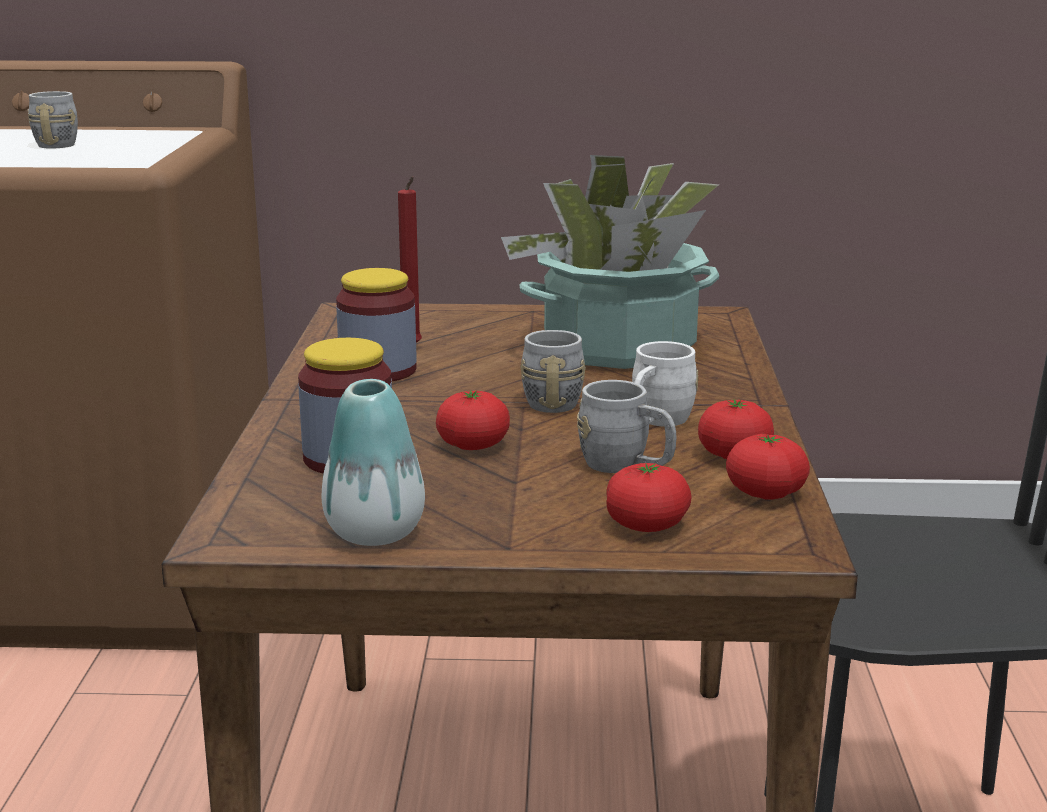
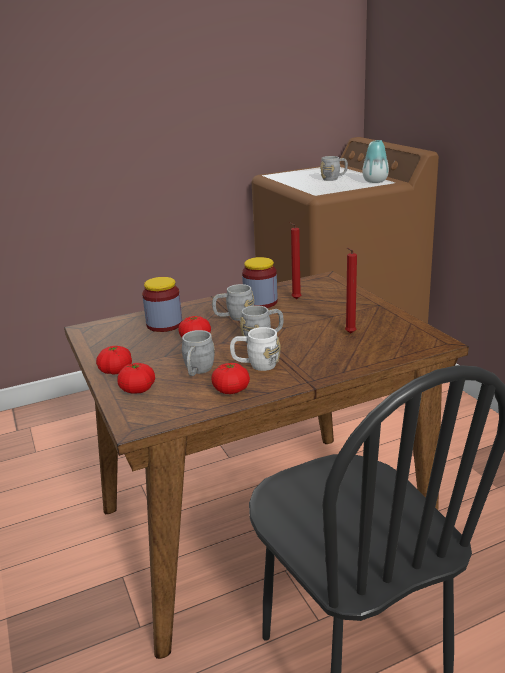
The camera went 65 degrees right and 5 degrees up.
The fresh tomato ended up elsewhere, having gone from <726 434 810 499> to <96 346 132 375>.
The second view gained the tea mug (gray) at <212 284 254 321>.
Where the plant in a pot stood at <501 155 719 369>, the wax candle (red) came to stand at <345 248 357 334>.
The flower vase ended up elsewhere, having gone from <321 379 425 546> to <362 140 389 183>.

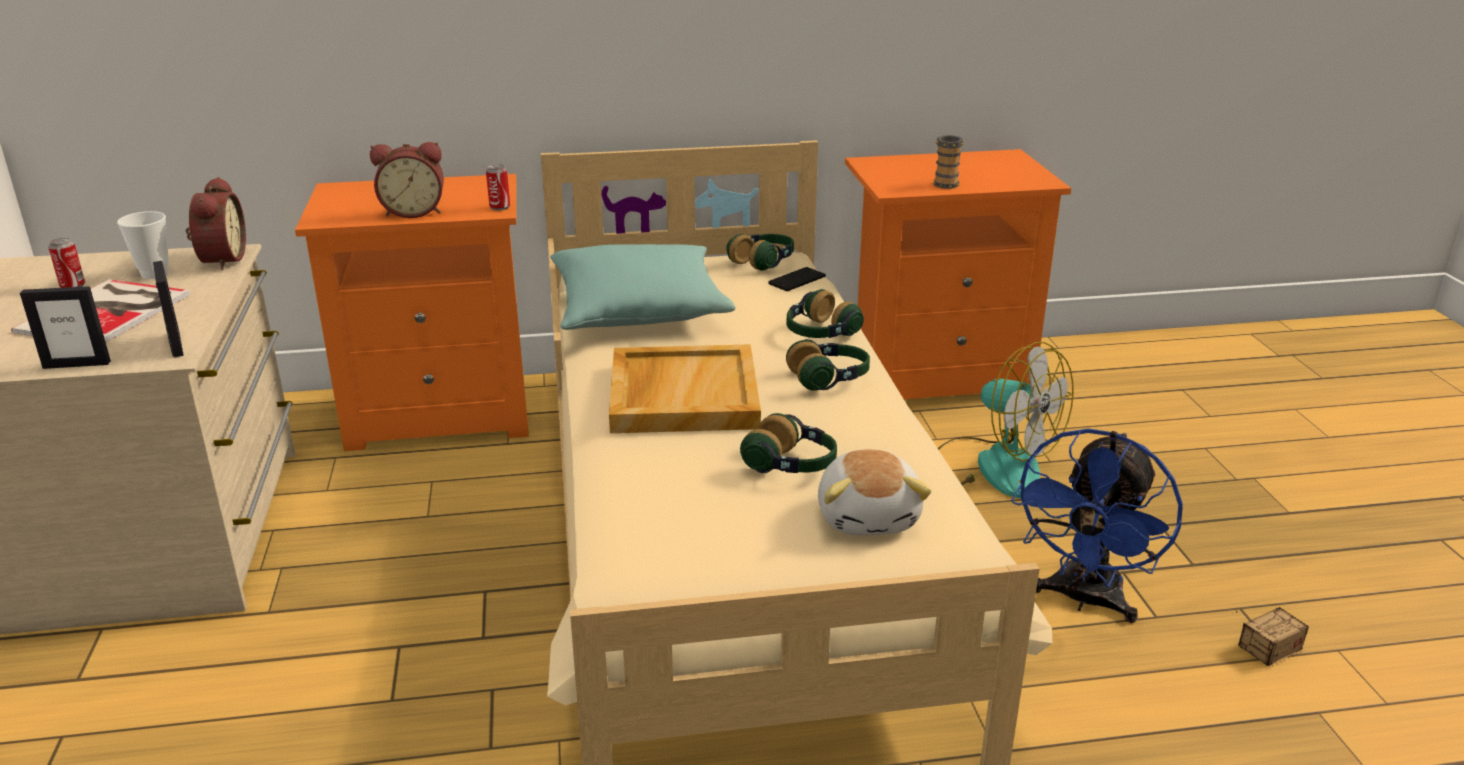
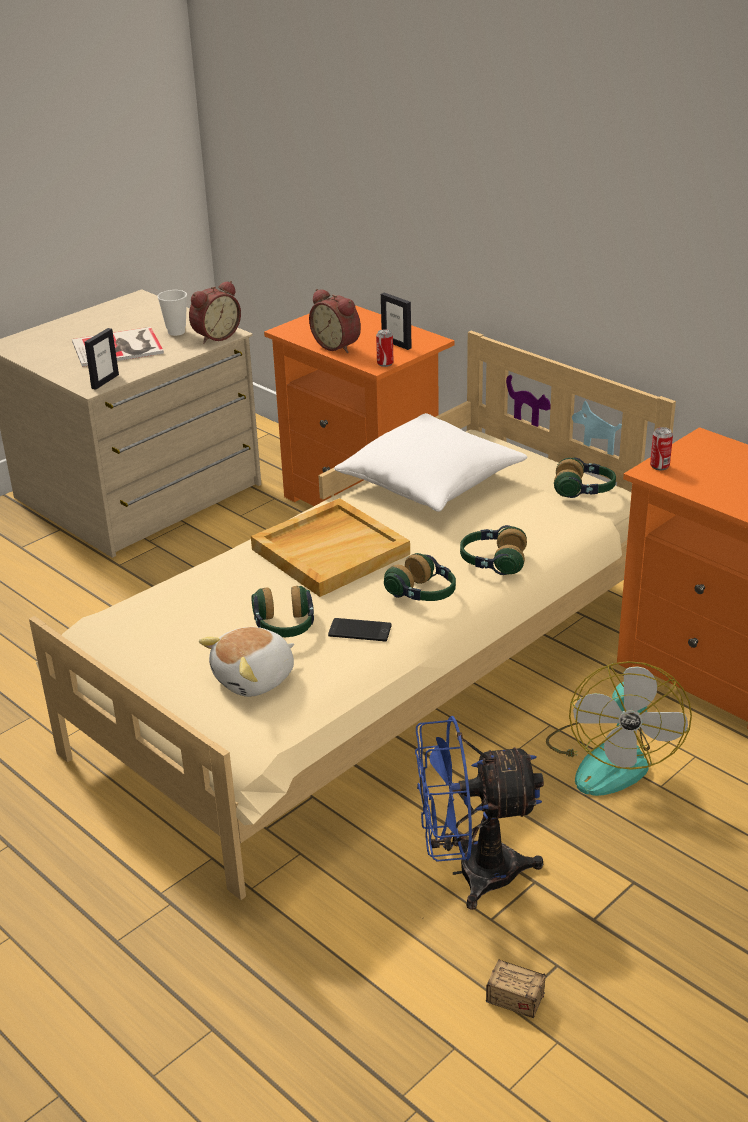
The camera went 55 degrees right and 5 degrees up.
The telephone ended up elsewhere, having gone from <768 267 826 291> to <328 618 391 642>.
What was the pillow (turquoise-coloured) at <550 244 736 330> turned into the pillow (whitish) at <334 413 527 512>.
The photo frame ended up elsewhere, having gone from <20 286 111 369> to <381 293 412 350>.
The metal can ended up elsewhere, having gone from <48 238 85 288> to <650 427 673 470>.
The second view lost the tea mug at <932 135 964 189>.

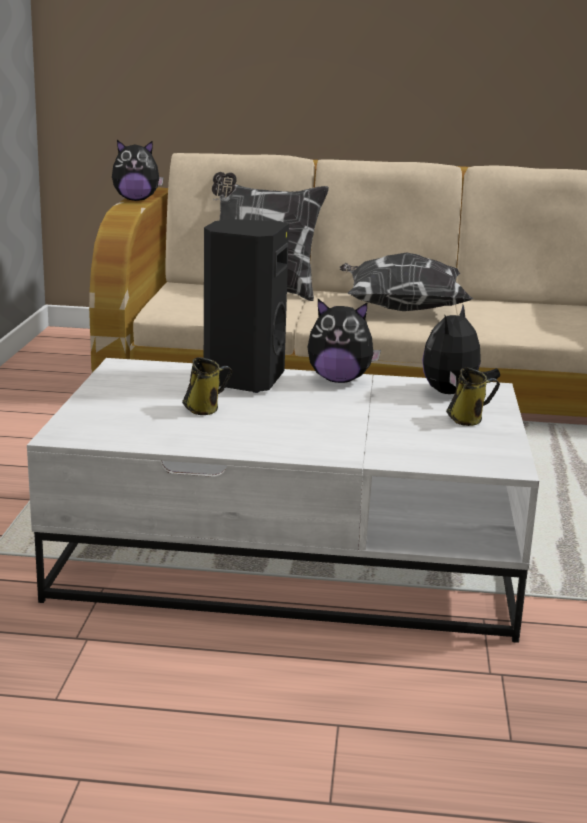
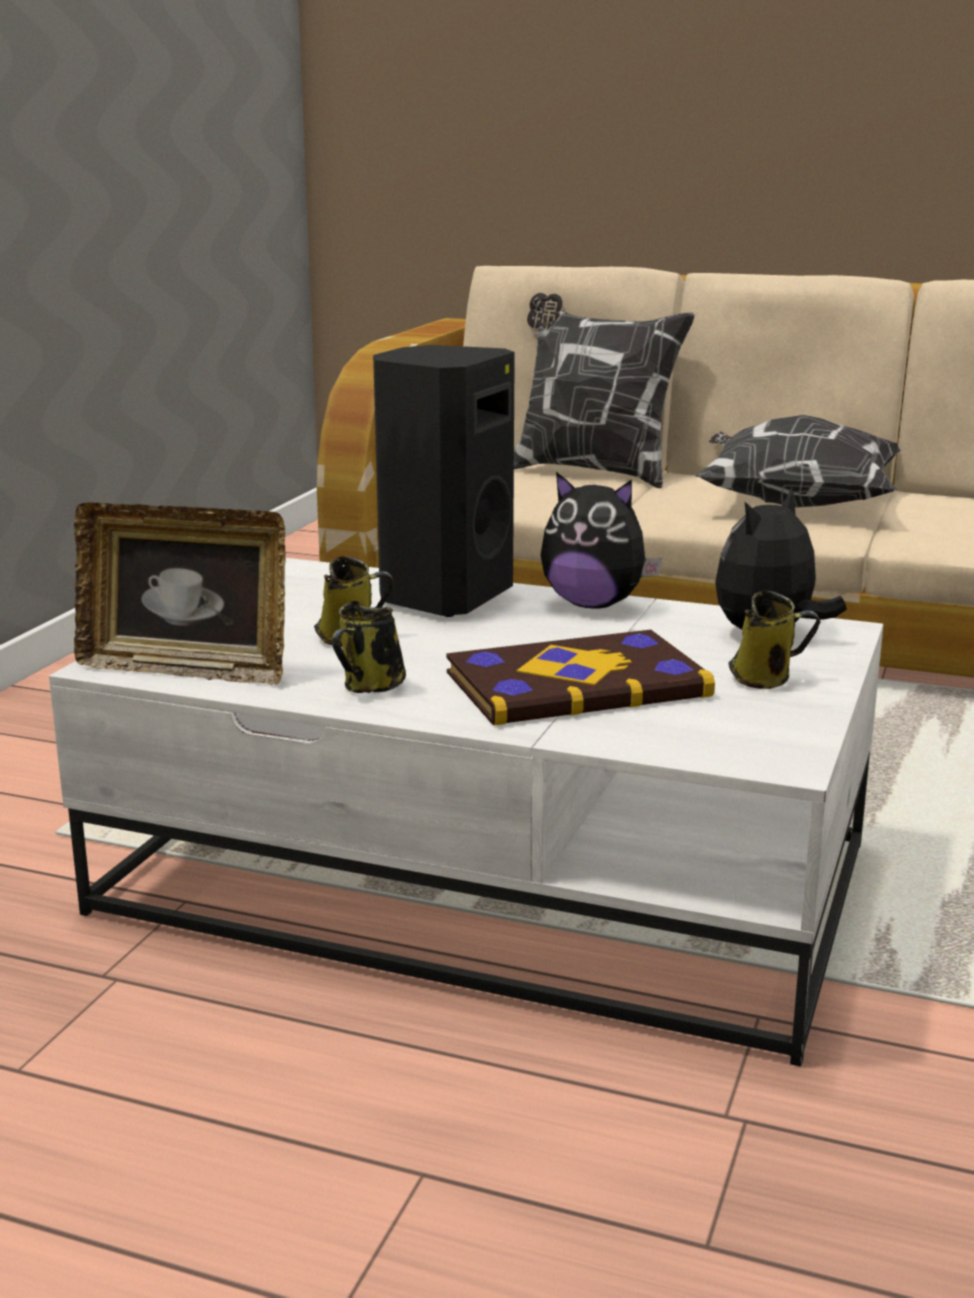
The camera went 15 degrees right and 0 degrees up.
The second view gained the photo frame at <74 502 286 685>.
The second view gained the tea mug at <331 601 406 693>.
The second view gained the bound book at <447 630 715 726>.
The second view lost the plush toy at <112 140 164 201>.

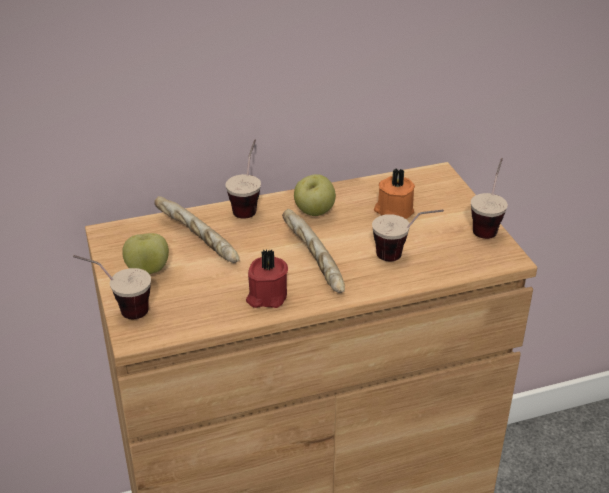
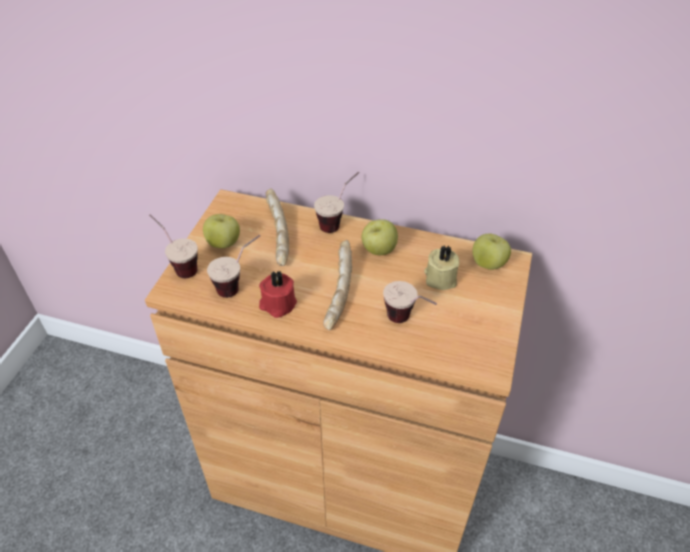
The camera went 35 degrees right and 10 degrees up.
The small cup ended up elsewhere, having gone from <471 158 508 239> to <207 235 260 298>.
What was the wax candle (orangey) at <374 168 415 219> turned into the wax candle (beige-coloured) at <424 246 459 290>.
The second view gained the whole apple at <472 234 511 270>.

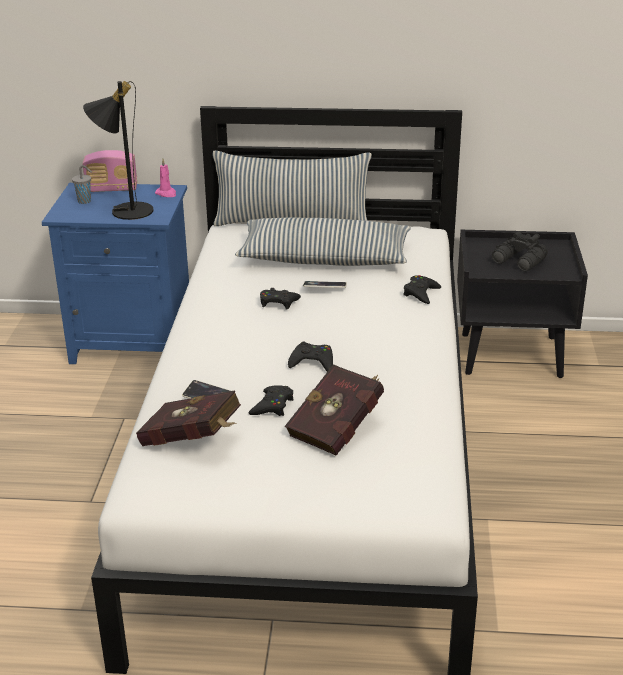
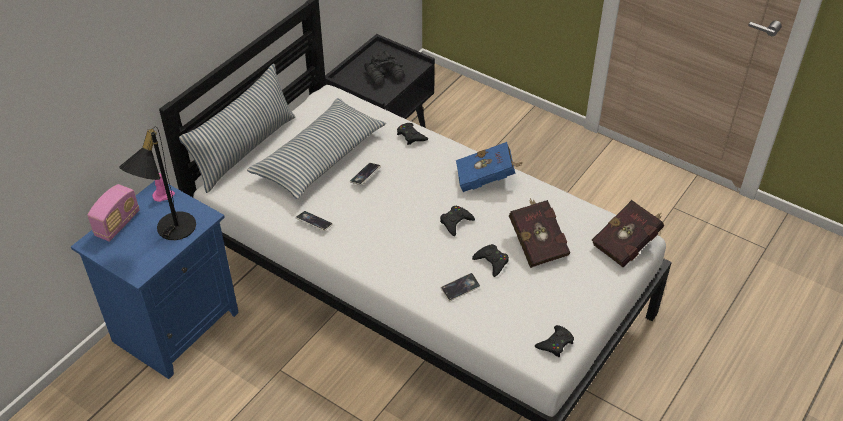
The camera went 60 degrees left and 15 degrees up.
The second view gained the telephone at <296 211 333 231>.
The second view gained the bound book (bluish) at <456 142 524 192>.
The joypad (blackish) ended up elsewhere, having gone from <260 288 301 310> to <535 325 574 357>.
The bound book (red) ended up elsewhere, having gone from <136 391 241 446> to <592 200 664 268>.
The second view lost the small cup (gray) at <72 165 92 204>.

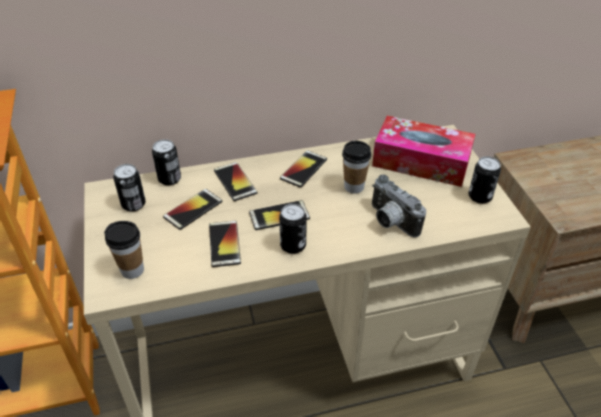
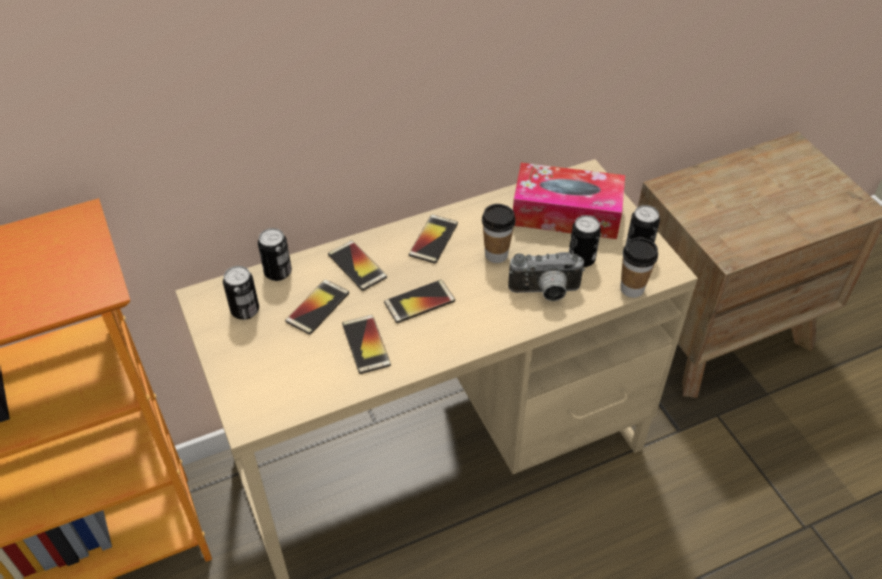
The camera went 10 degrees left and 5 degrees up.
The photo camera at <372 175 426 238> ended up facing another way, 45 degrees counterclockwise from before.
The metal can ended up elsewhere, having gone from <279 204 307 254> to <569 215 601 268>.
The small cup ended up elsewhere, having gone from <104 221 144 279> to <620 238 658 298>.

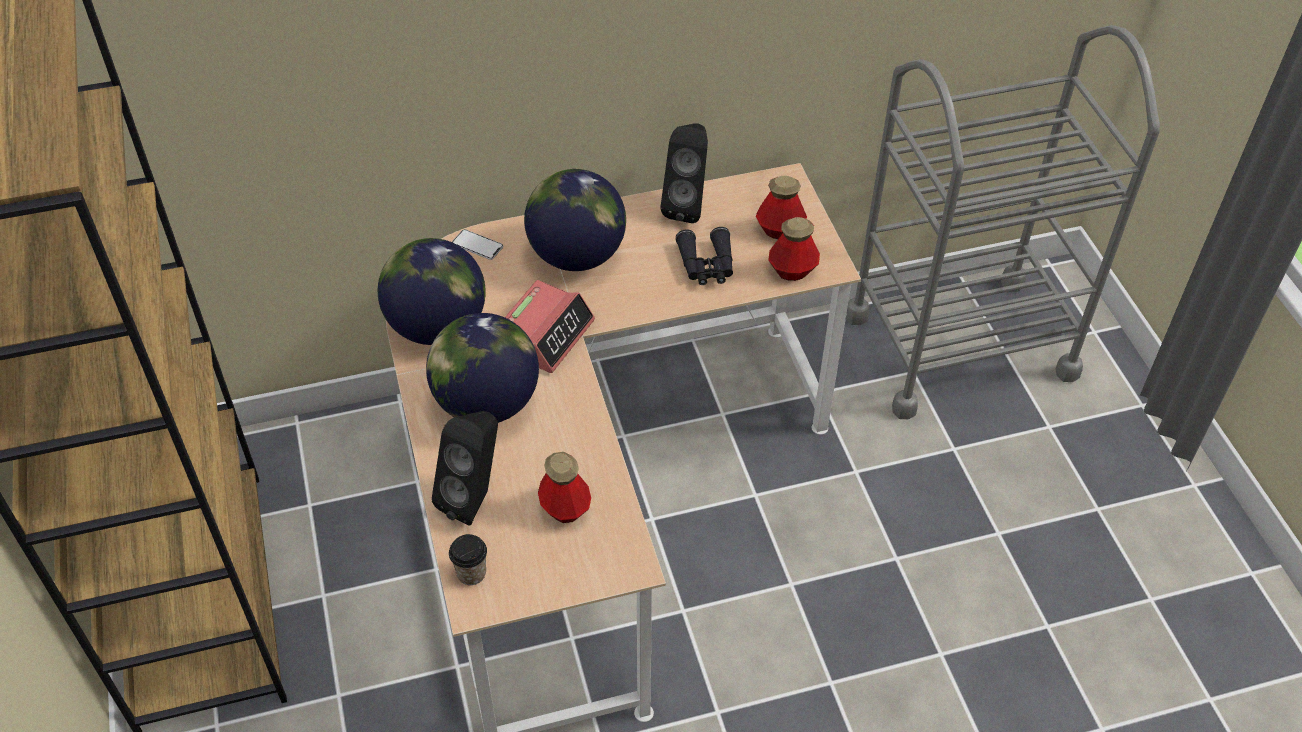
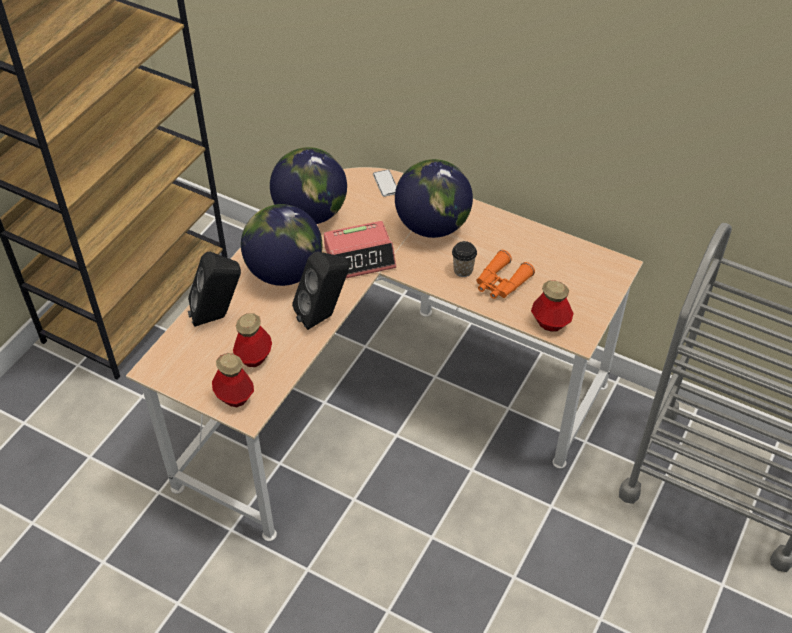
The camera went 45 degrees right and 0 degrees up.
The bottle ended up elsewhere, having gone from <756 175 807 239> to <212 353 254 407>.
The loudspeaker (blackish) ended up elsewhere, having gone from <661 123 708 223> to <292 251 349 330>.
The small cup ended up elsewhere, having gone from <449 534 487 585> to <452 241 477 277>.
What was the pair of binoculars (blackish) at <676 227 733 285> turned into the pair of binoculars (orangey) at <476 250 535 299>.

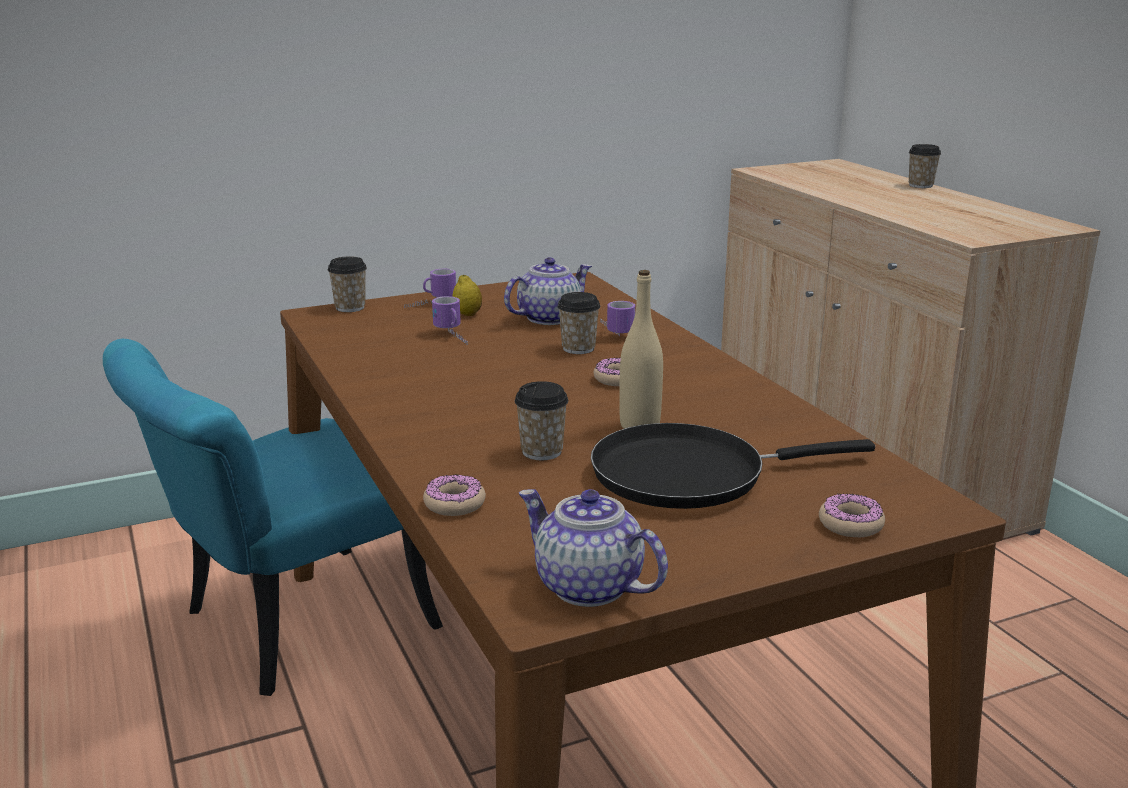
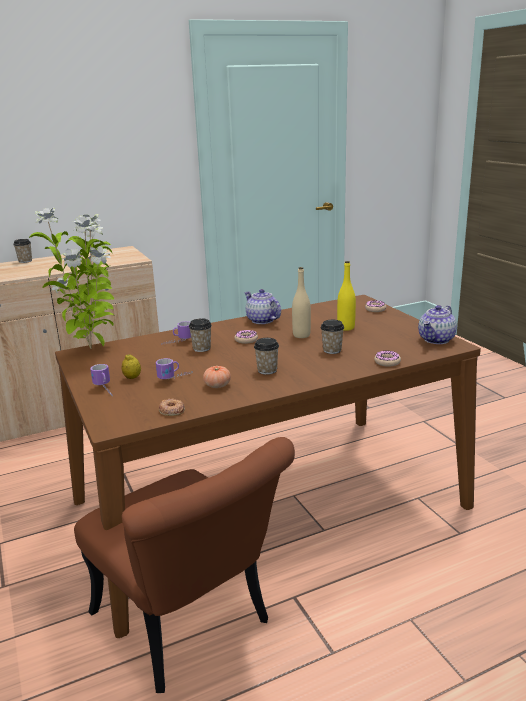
The camera went 90 degrees left and 0 degrees up.
The second view gained the plant in a pot at <29 207 115 349>.
What was the plain chair (turquoise-coloured) at <103 339 443 696> turned into the plain chair (brownish) at <74 437 295 693>.
The second view gained the doughnut at <159 398 185 416>.
The second view gained the fresh tomato at <203 366 231 388>.
The pot for tea ended up elsewhere, having gone from <504 257 592 325> to <244 289 281 324>.
The small cup ended up elsewhere, having gone from <328 256 367 312> to <254 338 279 375>.
Where the pan (blackish) stood at <591 423 875 509>, the bottle (yellow-coloured) came to stand at <337 261 356 331>.

